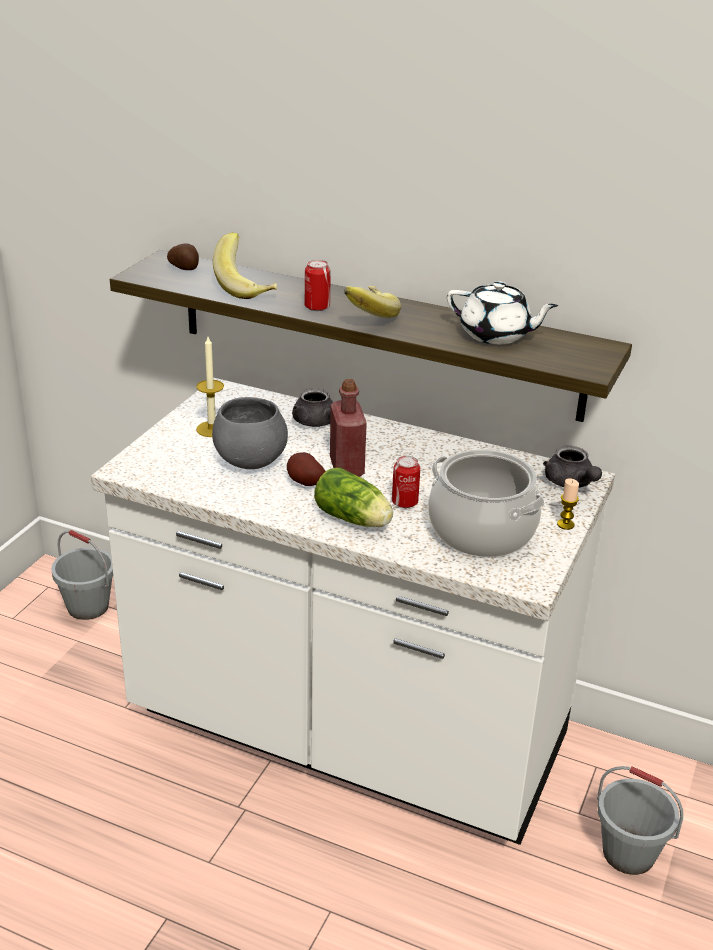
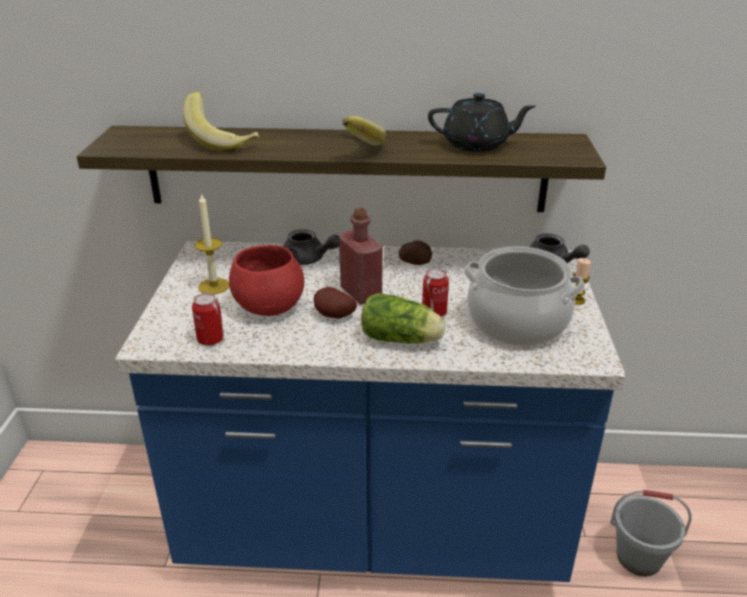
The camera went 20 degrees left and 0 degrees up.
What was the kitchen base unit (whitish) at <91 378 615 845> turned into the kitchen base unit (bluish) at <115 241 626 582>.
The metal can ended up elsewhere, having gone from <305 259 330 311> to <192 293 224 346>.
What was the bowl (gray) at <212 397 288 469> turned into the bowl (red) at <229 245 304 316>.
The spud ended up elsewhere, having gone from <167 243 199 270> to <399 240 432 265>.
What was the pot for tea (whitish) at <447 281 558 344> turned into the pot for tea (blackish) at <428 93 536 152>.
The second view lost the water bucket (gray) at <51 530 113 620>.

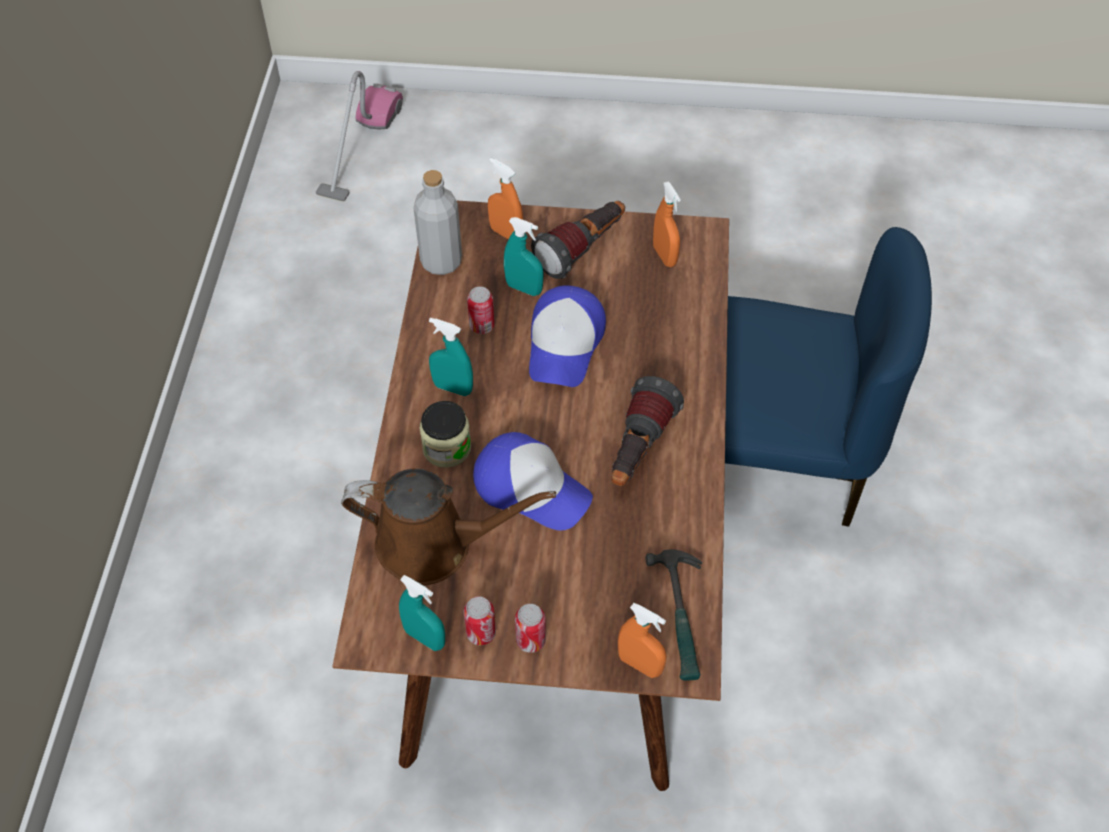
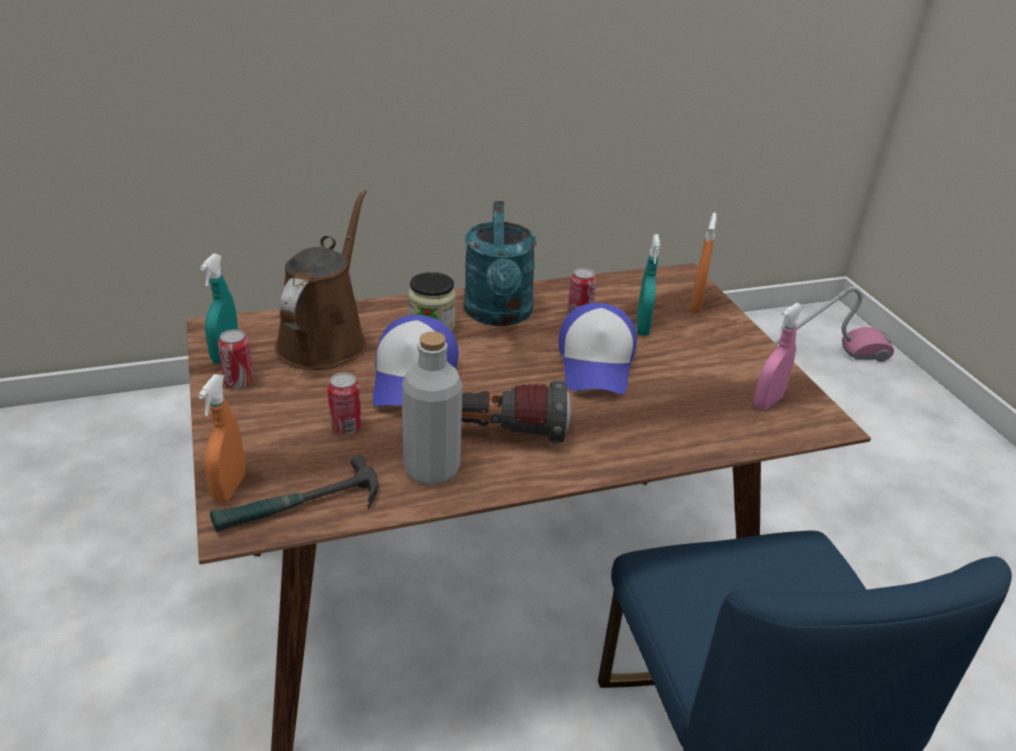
The camera went 65 degrees right and 20 degrees down.
The sprinkling can (brownish) at <341 468 556 585> ended up facing another way, 150 degrees counterclockwise from before.
The metal can ended up elsewhere, having gone from <515 604 546 653> to <327 372 362 435>.
The bottle (gray) ended up elsewhere, having gone from <413 170 462 275> to <402 331 463 486>.
Where the sprayer (turquoise-coloured) stood at <429 318 473 396>, the sprinkling can (turquoise-coloured) came to stand at <464 201 536 326>.
The baseball cap at <529 285 606 387> ended up facing another way, 75 degrees counterclockwise from before.
What was the sprayer (orangey) at <653 182 681 267> turned into the sprayer (pinkish) at <754 303 803 410>.
The second view lost the hand torch at <531 201 625 279>.

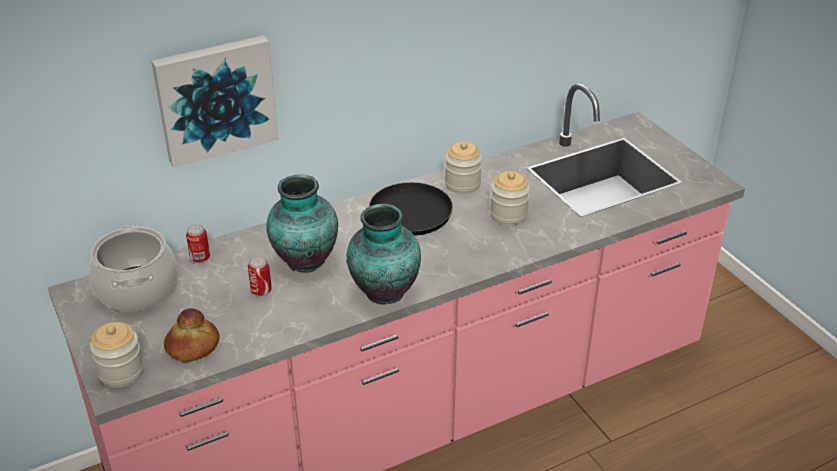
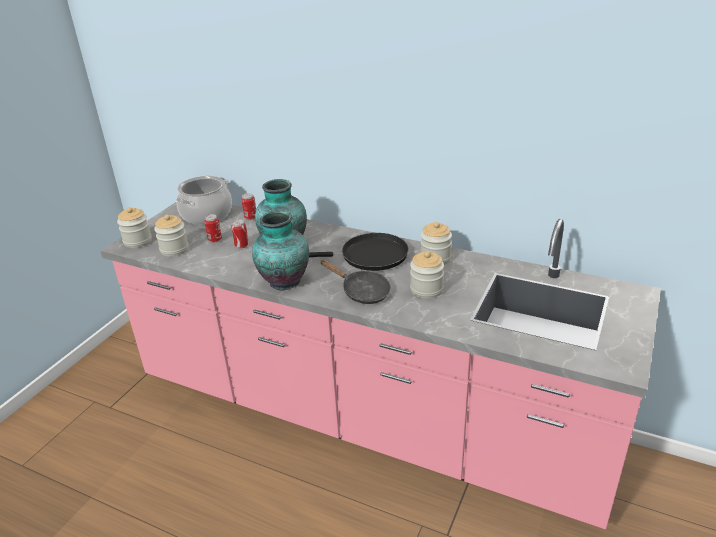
The camera went 55 degrees right and 5 degrees down.
Where the bakery bread stood at <164 308 220 362>, the jar came to stand at <154 215 189 256>.
The second view gained the metal can at <204 214 222 243>.
The second view gained the pan (blackish) at <320 260 391 304>.
The second view lost the picture at <151 35 278 168>.

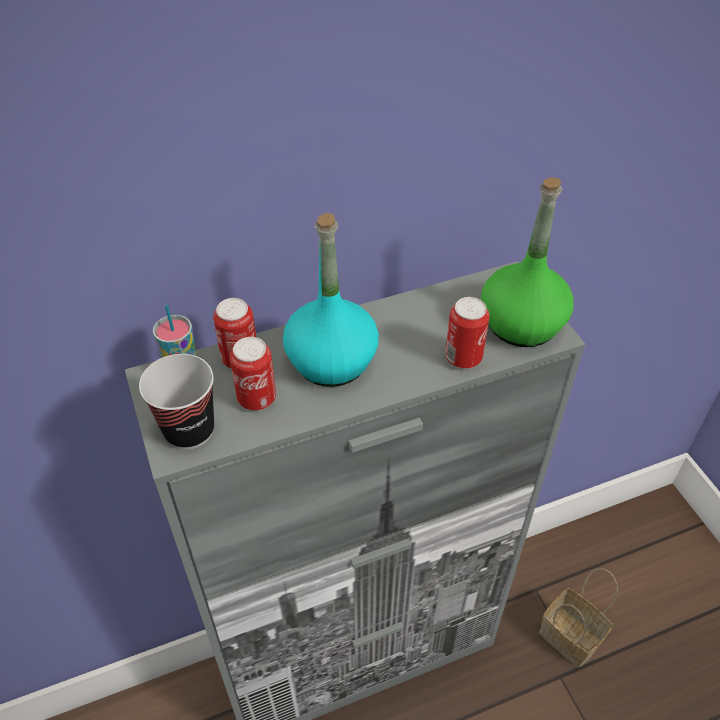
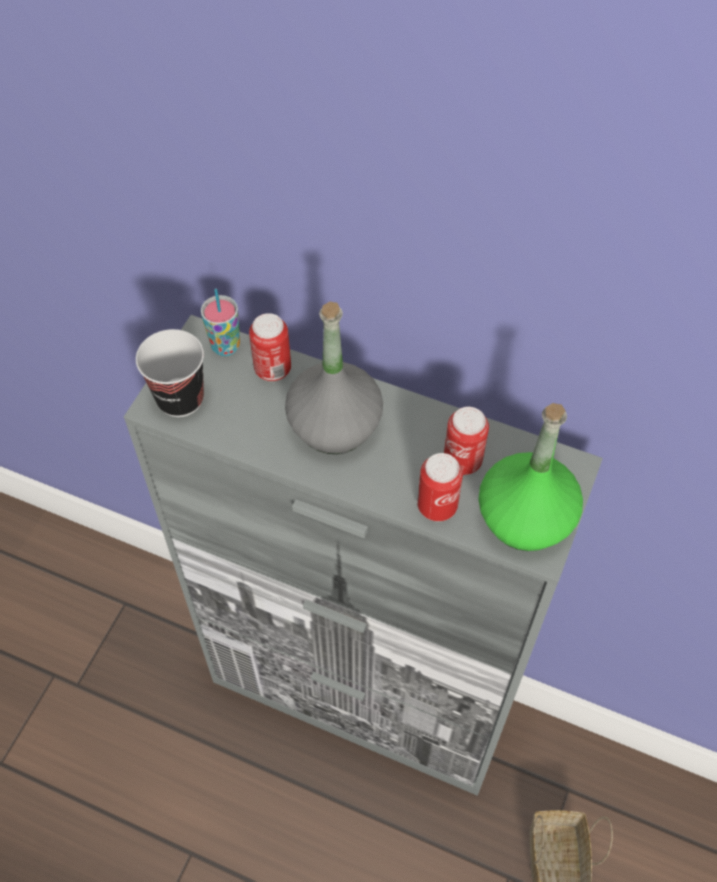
The camera went 45 degrees right and 10 degrees up.
What was the bottle (turquoise-coloured) at <283 213 379 387> turned into the bottle (gray) at <285 302 383 454>.
The metal can ended up elsewhere, having gone from <230 337 276 411> to <444 407 489 475>.

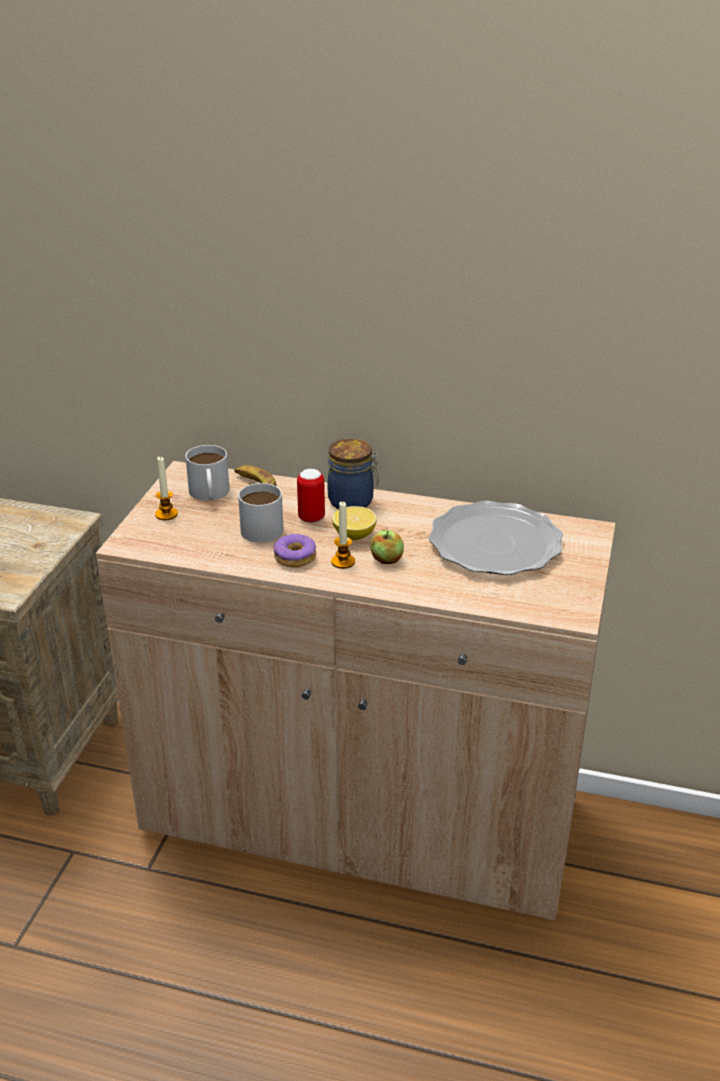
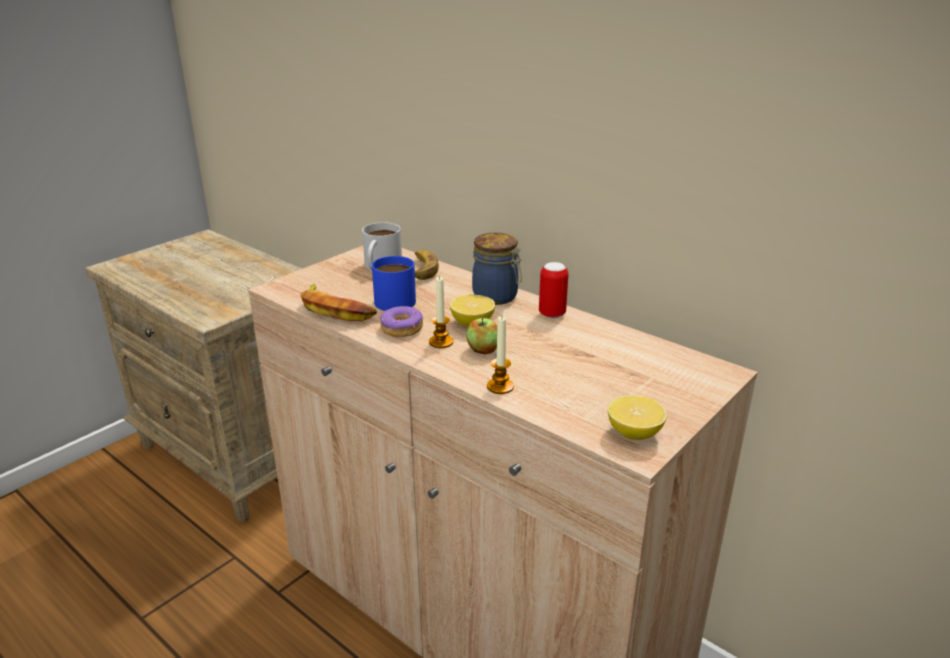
The camera went 25 degrees right and 5 degrees down.
The second view gained the banana fruit at <300 283 377 321>.
What was the tea mug (whitish) at <238 483 284 543> turned into the tea mug (bluish) at <372 256 416 311>.
The wax candle ended up elsewhere, having gone from <155 456 178 520> to <487 316 514 394>.
The metal can ended up elsewhere, having gone from <297 469 325 523> to <539 262 569 318>.
The second view gained the whole lemon at <608 395 667 440>.
The second view lost the plate at <429 501 563 575>.

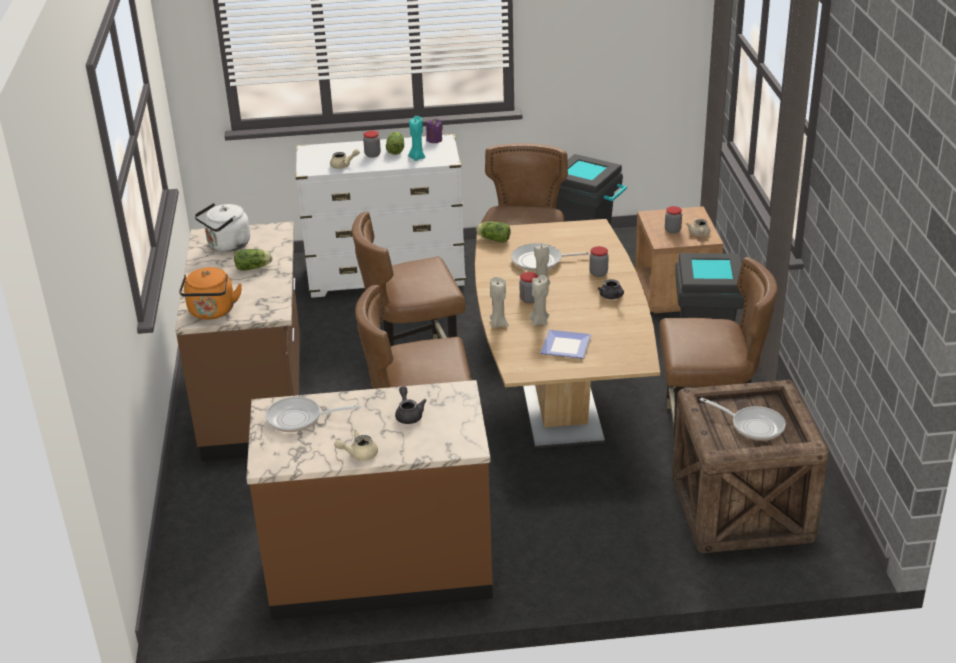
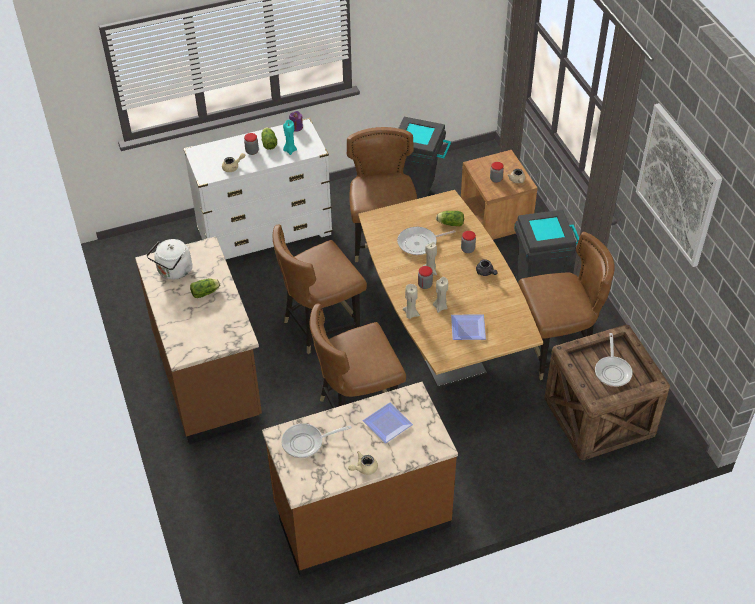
The camera went 15 degrees left and 15 degrees up.
Where the pot for tea (gray) stood at <395 386 427 424>, the plate came to stand at <363 403 413 443>.
The head of lettuce ended up elsewhere, having gone from <476 221 511 243> to <436 211 464 227>.
The pan at <700 398 786 440> ended up facing another way, 75 degrees clockwise from before.
The second view gained the picture at <636 103 722 267>.
The second view lost the tea kettle (orangey) at <179 267 242 320>.

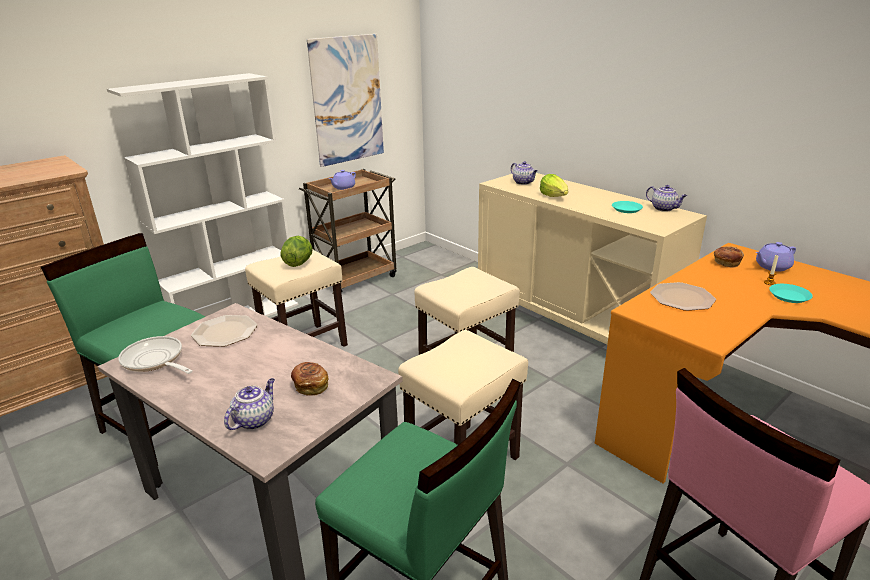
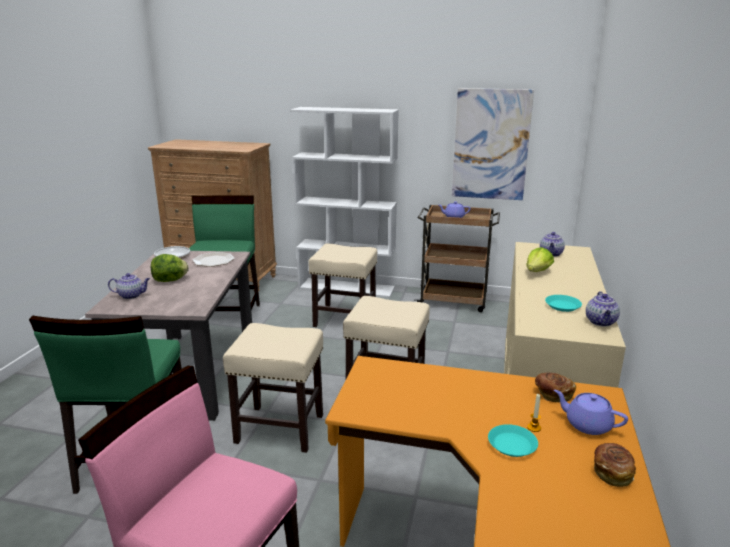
The camera went 55 degrees right and 5 degrees down.
The head of lettuce ended up elsewhere, having gone from <280 236 313 267> to <151 254 189 282>.
The bakery bread ended up elsewhere, having gone from <291 362 329 396> to <594 443 636 487>.
The second view lost the plate at <650 282 716 311>.

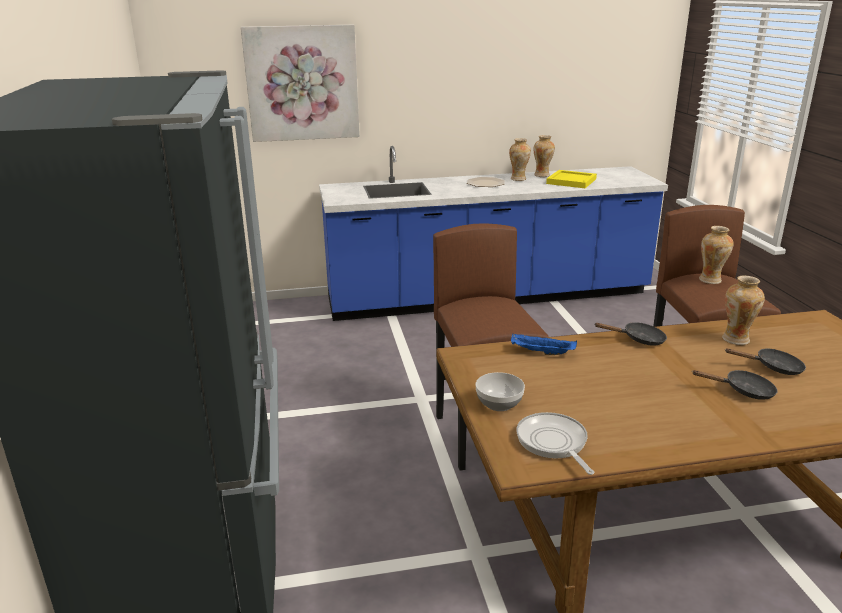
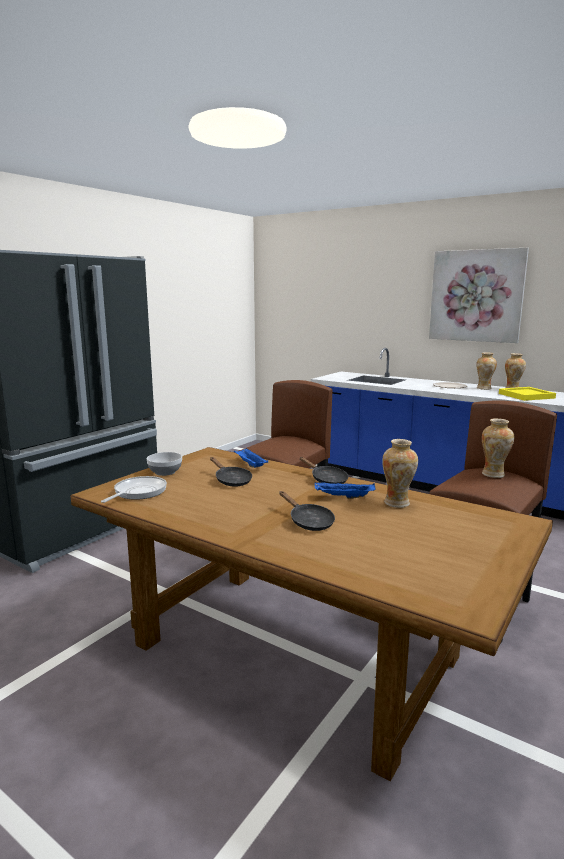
The camera went 45 degrees right and 10 degrees down.
The pan (blackish) ended up elsewhere, having gone from <726 348 806 375> to <210 457 252 487>.
The second view gained the tray (bluish) at <315 482 376 499>.
The picture ended up elsewhere, having gone from <241 25 360 142> to <429 248 529 343>.

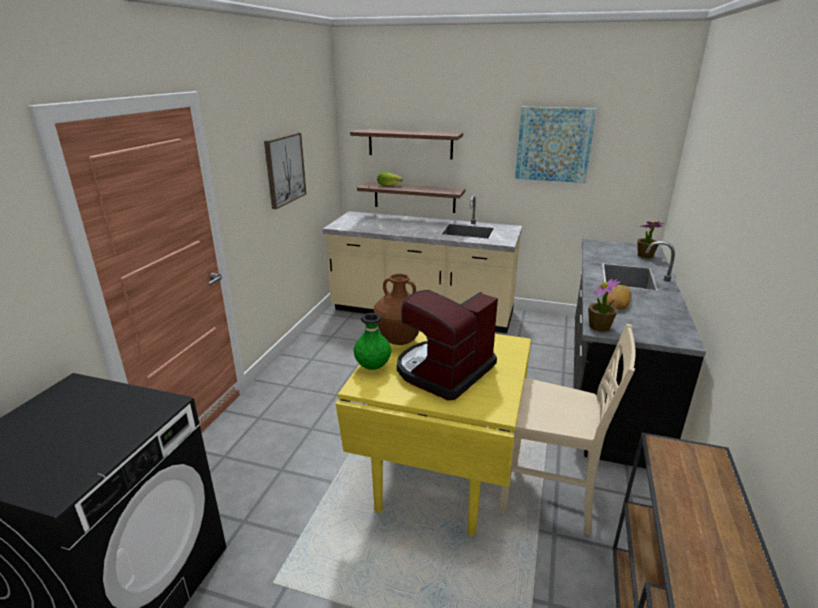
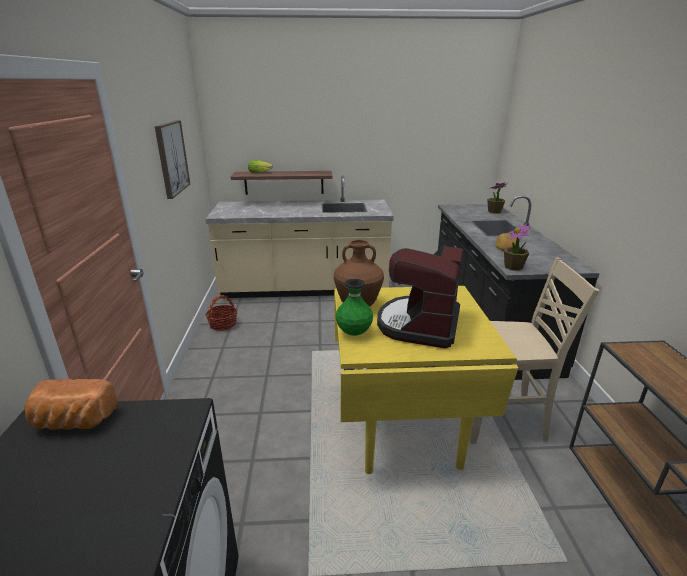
The camera went 20 degrees left and 0 degrees up.
The second view gained the bakery bread at <24 379 118 430>.
The second view gained the household basket at <205 295 237 331>.
The second view lost the shelf at <350 129 463 159>.
The second view lost the picture at <515 107 596 183>.

